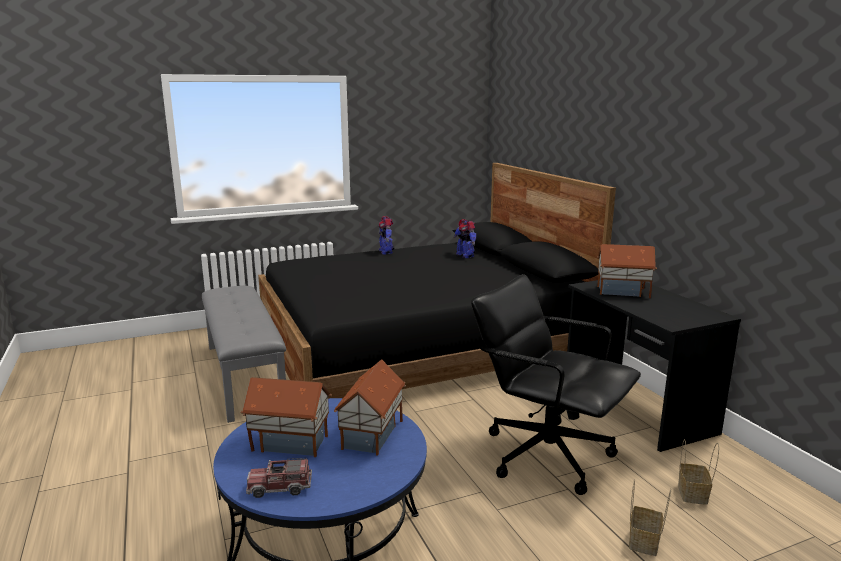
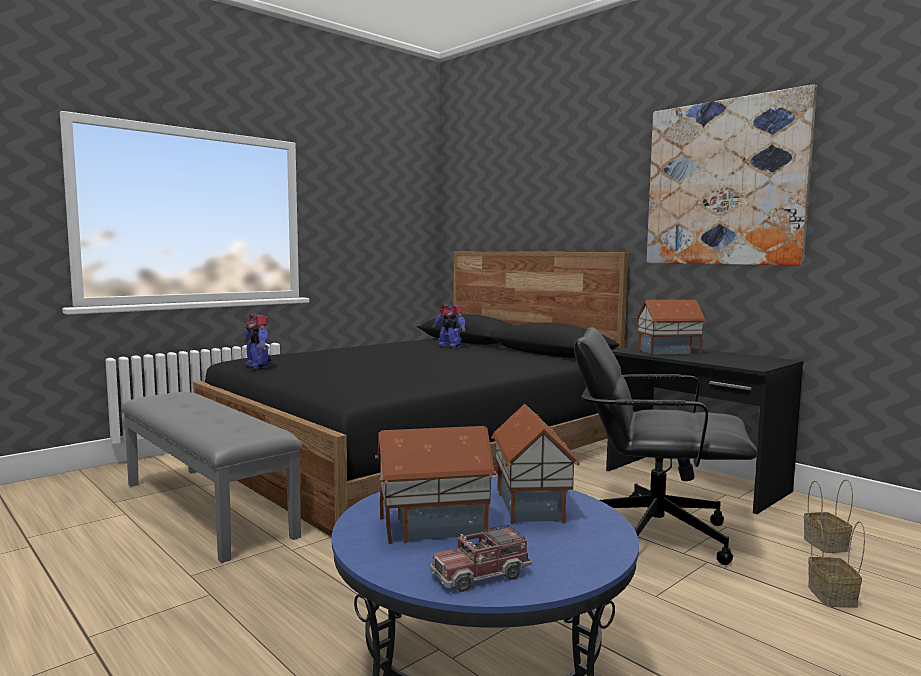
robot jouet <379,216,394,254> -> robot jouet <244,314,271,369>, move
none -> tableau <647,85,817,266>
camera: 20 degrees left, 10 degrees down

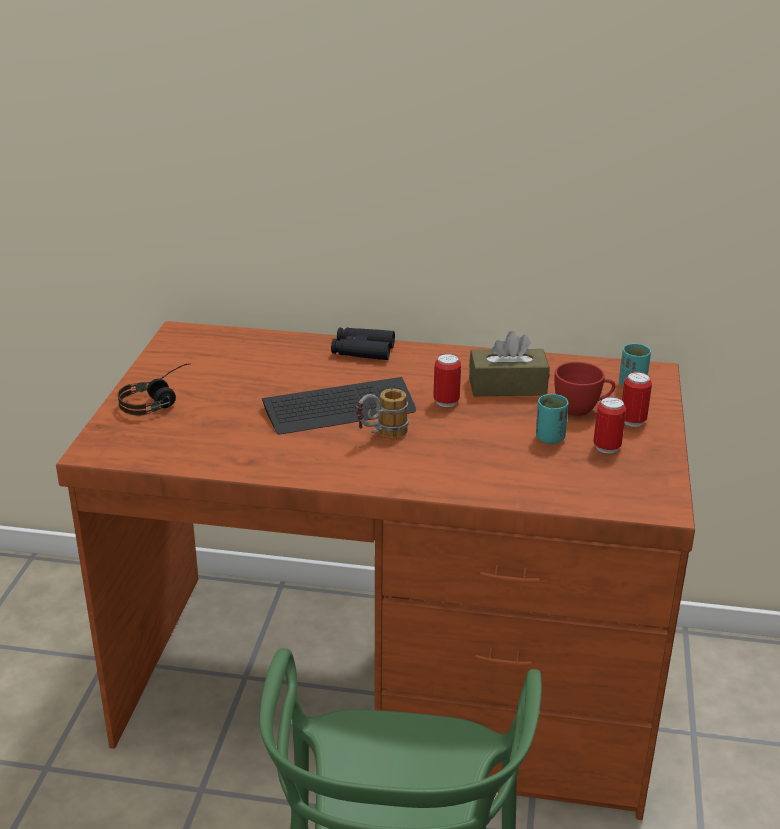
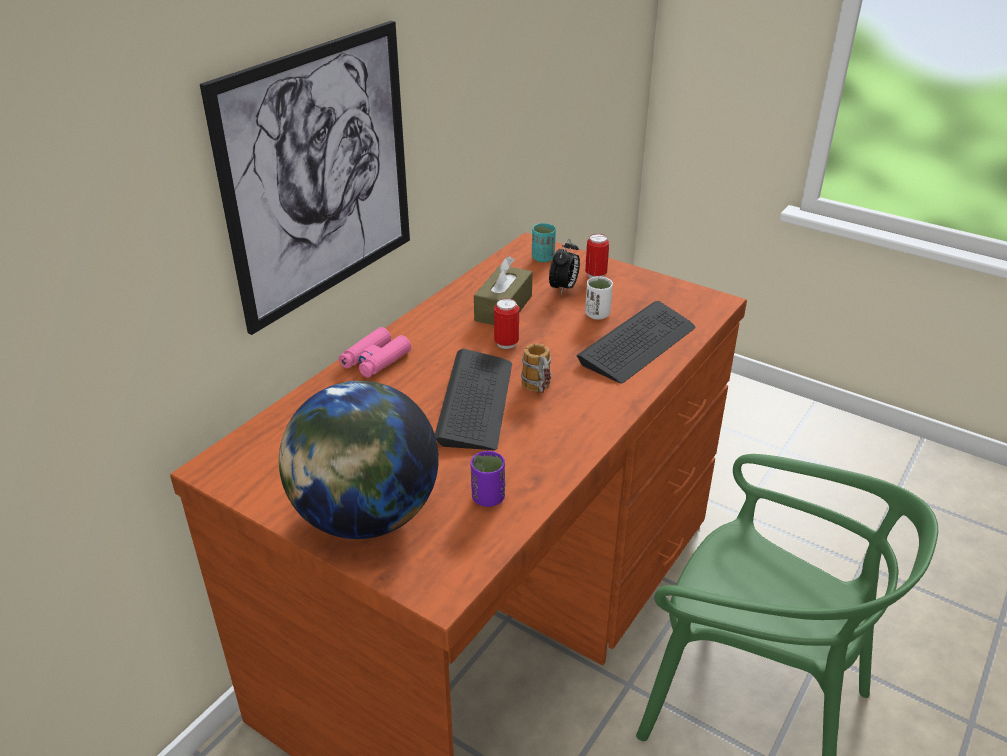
none -> tableau <200,21,410,335>
casque audio <117,363,191,416> -> globe <279,381,439,539>
jumelles/noir <331,328,395,360> -> jumelles/rose <339,327,411,378>
none -> tasse/violet <471,451,505,507>
tasse/rouge <555,362,616,416> -> réveil <549,238,580,294>
none -> clavier <576,301,695,383>
tasse/turquoise <536,394,569,444> -> tasse/blanc <585,277,613,320>
boîte métallique <593,397,626,454> -> none
camera: 65 degrees left, 5 degrees up

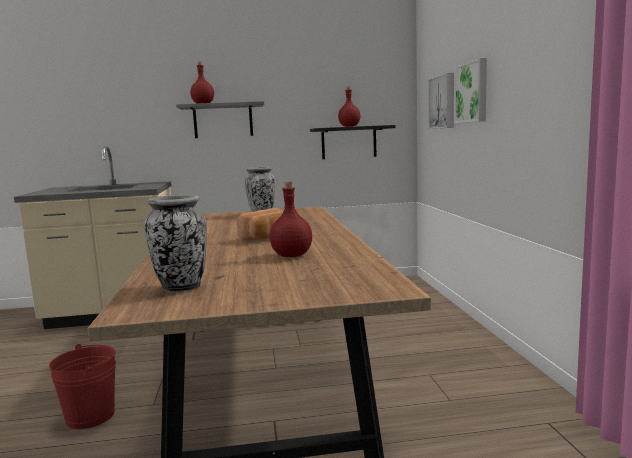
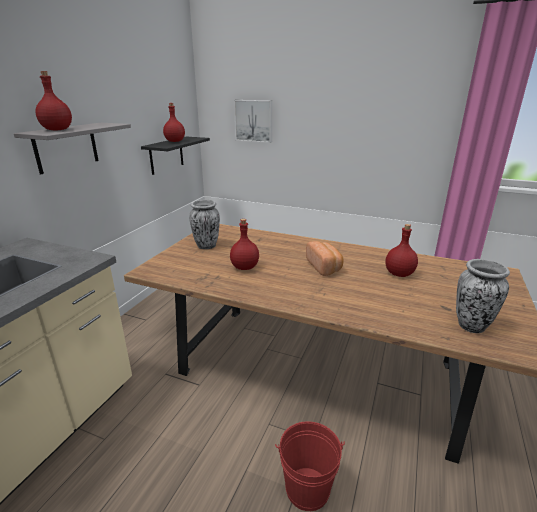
none -> bouteille/rouge <230,219,259,270>
tableau <454,58,487,123> -> none
camera: 60 degrees left, 15 degrees up

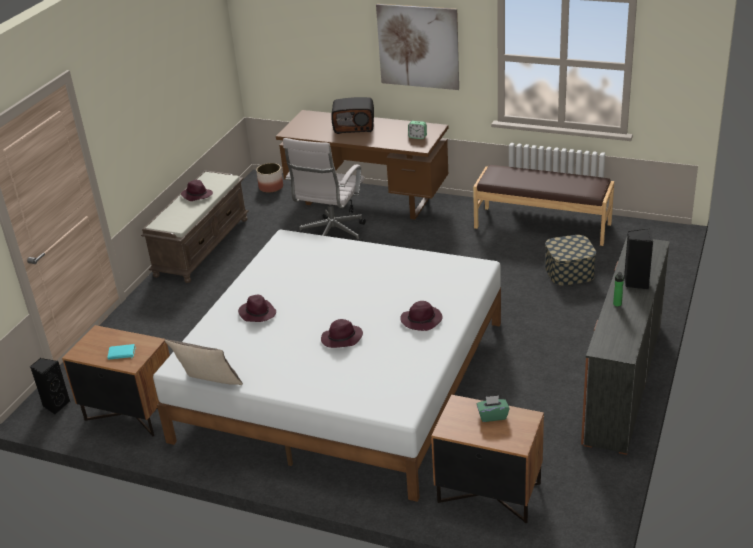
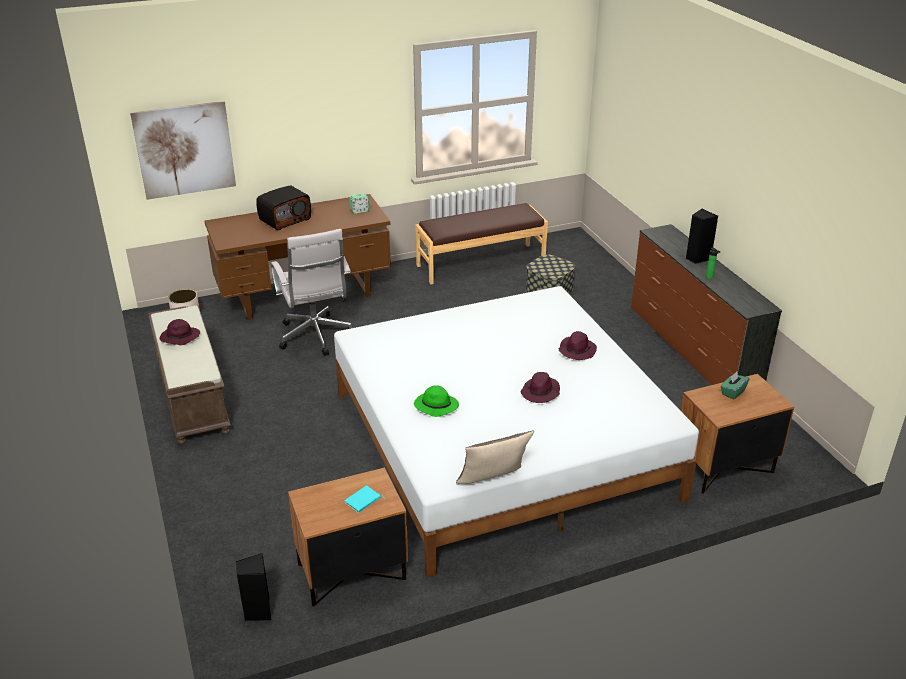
tableau <376,4,459,90> -> tableau <130,101,236,200>, move
chapeau/violet <238,295,276,322> -> chapeau/vert <414,385,459,417>
camera: 45 degrees left, 0 degrees up

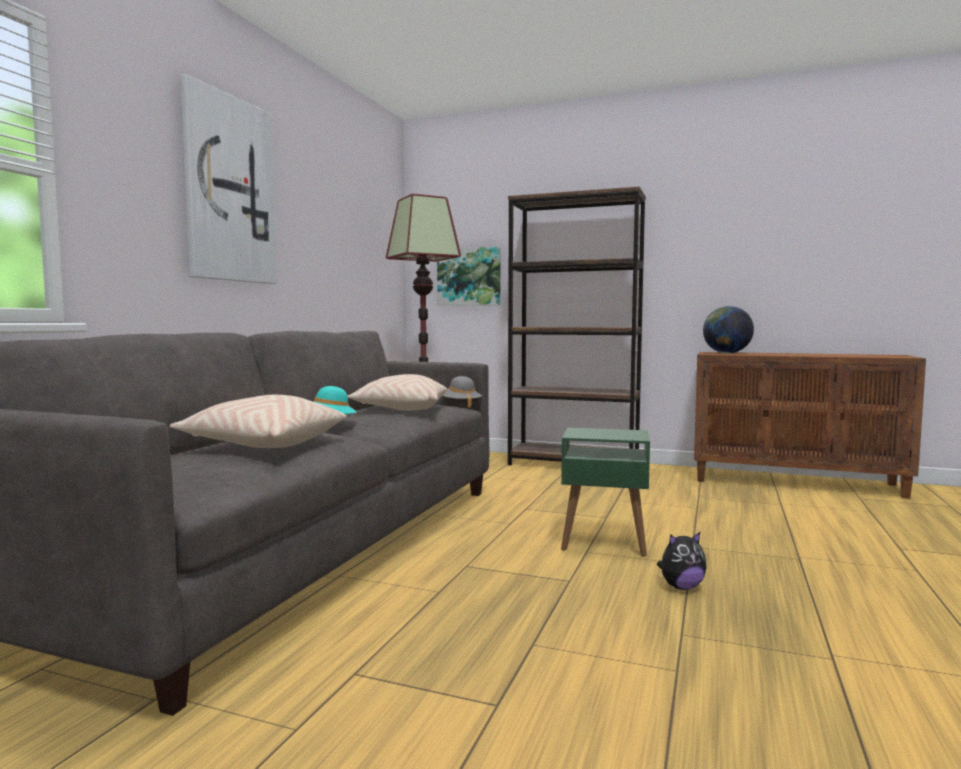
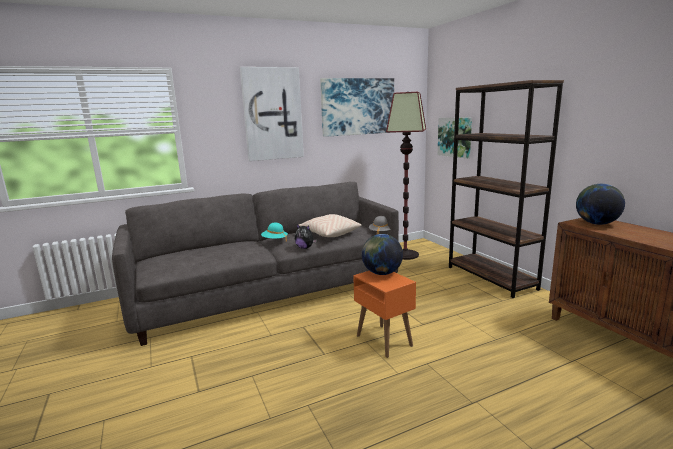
peluche <657,531,707,590> -> peluche <295,224,317,249>, move
none -> tableau <320,78,394,137>
table d'appoint/vert <561,428,650,557> -> table d'appoint/orange <353,271,416,358>
none -> globe <361,234,403,275>
coussin/beige <170,395,346,448> -> none
camera: 45 degrees right, 10 degrees up

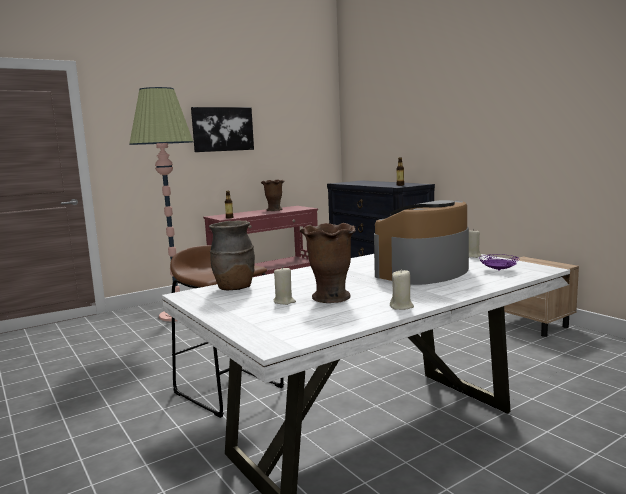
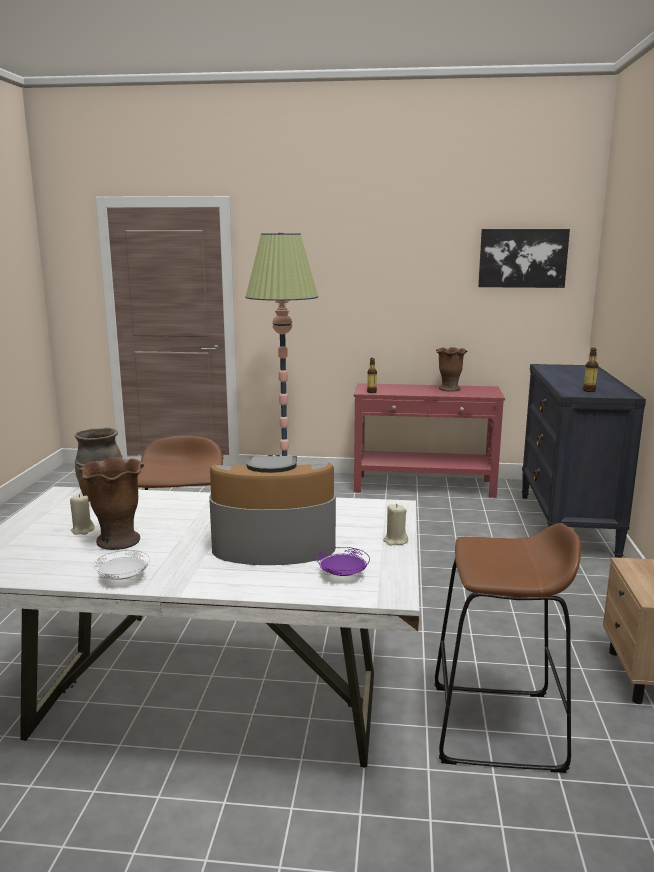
bougie/beige <390,269,414,310> -> assiette/blanc <93,550,150,580>
none -> tabouret/marron <434,523,581,773>
tableau <191,107,254,152> -> tableau <478,229,570,288>, move
camera: 40 degrees right, 5 degrees up

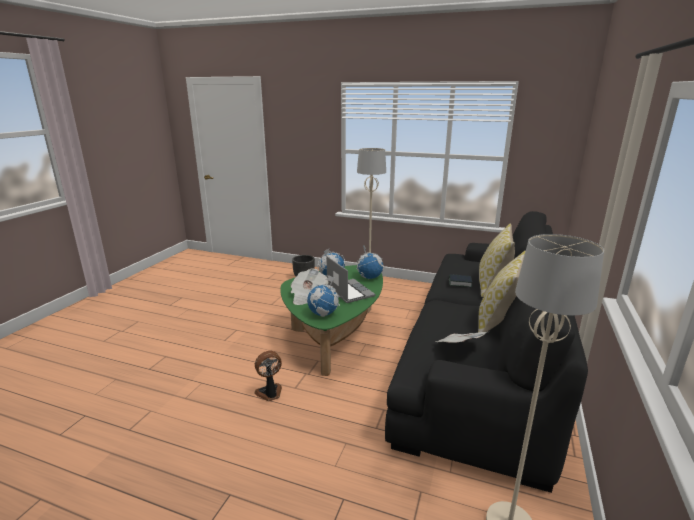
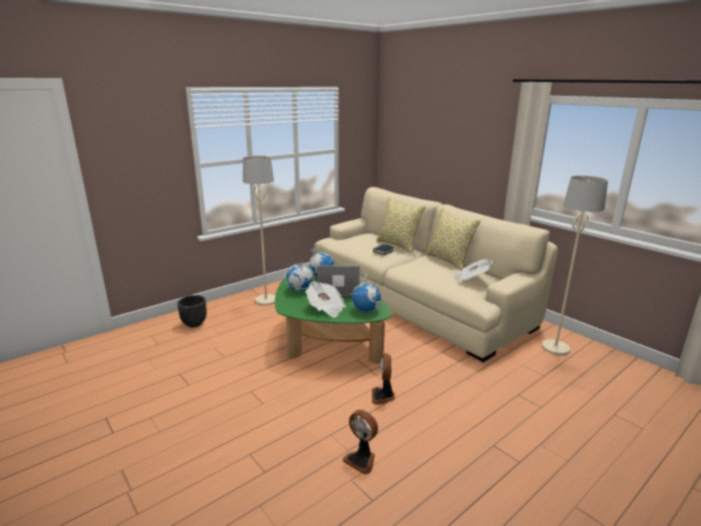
canapé/noir <385,211,588,493> -> canapé/beige <314,187,558,362>
none -> ventilateur <343,410,378,475>
camera: 60 degrees left, 0 degrees up

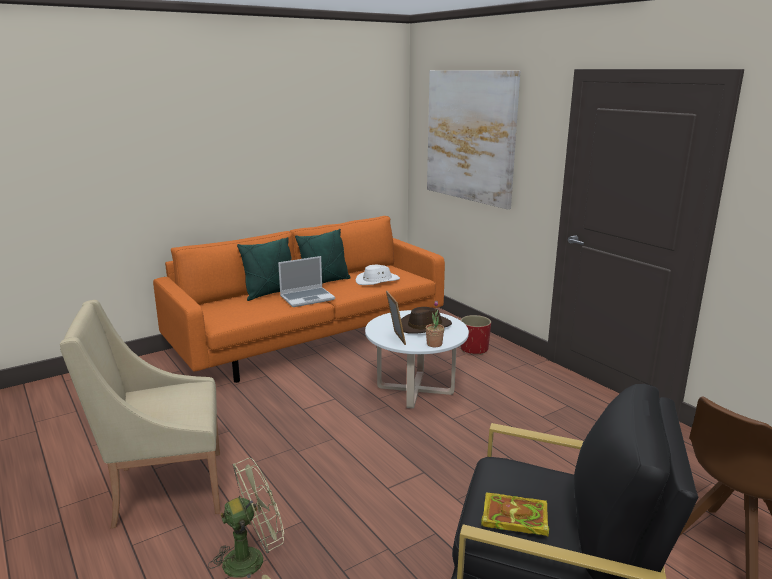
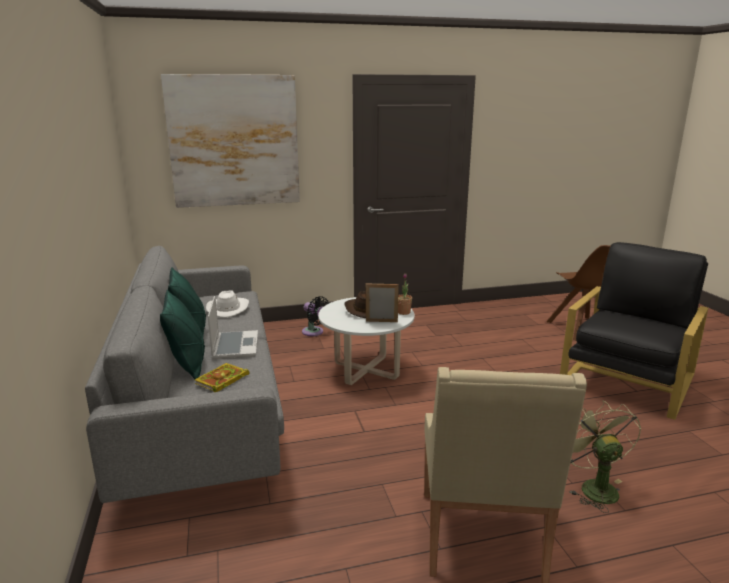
canapé/orange <153,216,445,383> -> canapé/gris <85,246,284,503>
livre <481,492,549,537> -> livre <195,363,249,392>, move
cache-pot/rouge <460,315,491,355> -> ventilateur/noir <302,296,329,336>
camera: 70 degrees left, 0 degrees up

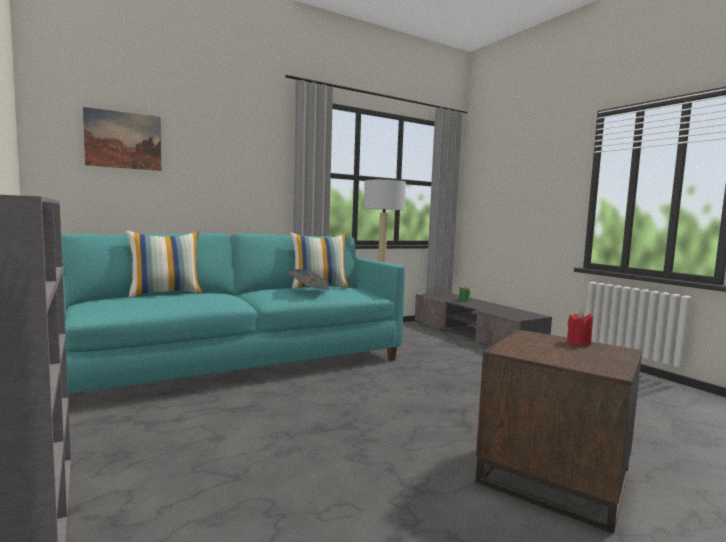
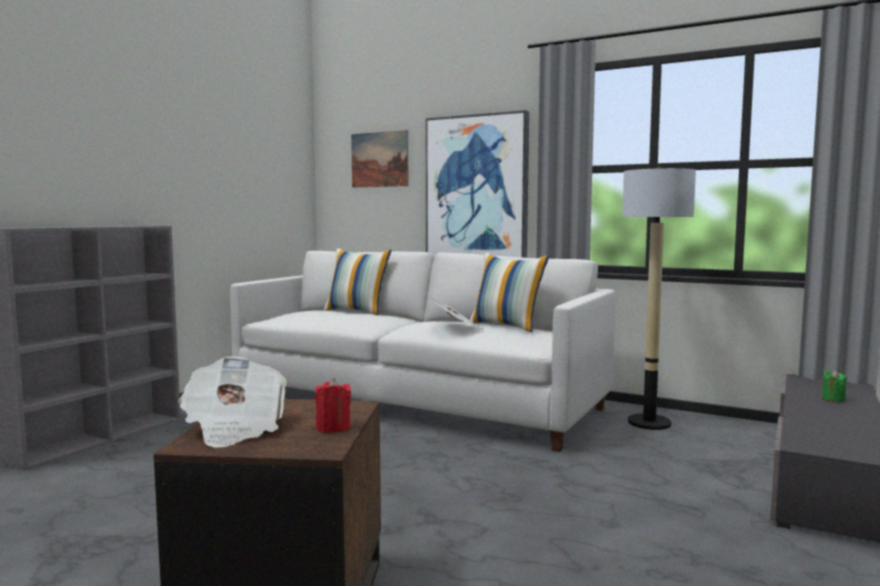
none -> journal <178,356,287,448>
canapé/turquoise <61,233,405,394> -> canapé/blanc <230,251,615,452>
none -> tableau <426,110,529,258>
camera: 60 degrees right, 0 degrees up

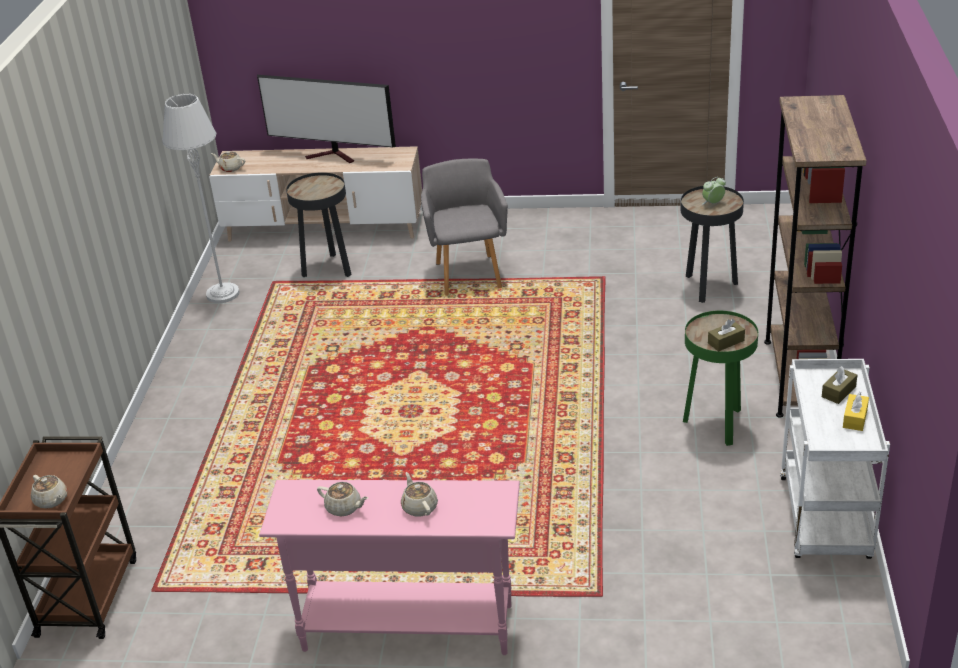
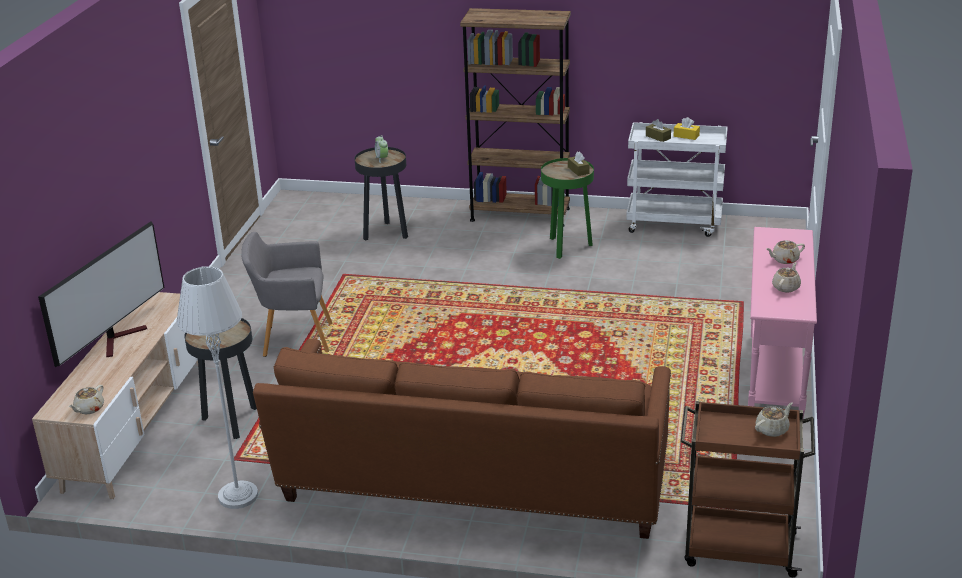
none -> canapé/marron <253,339,671,539>
camera: 85 degrees left, 5 degrees down

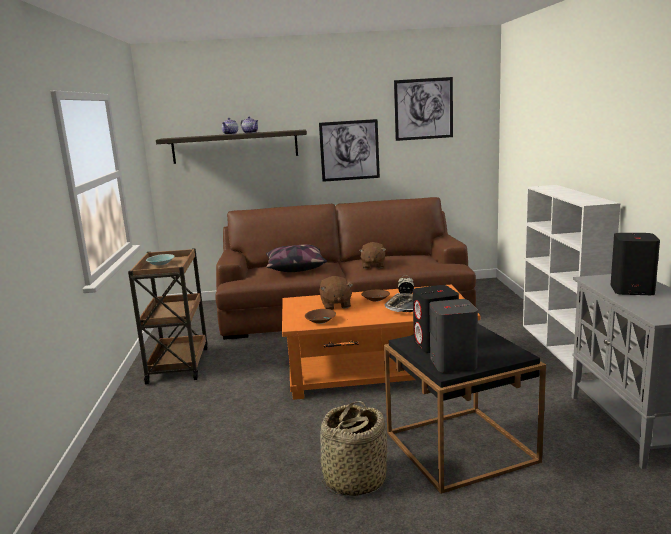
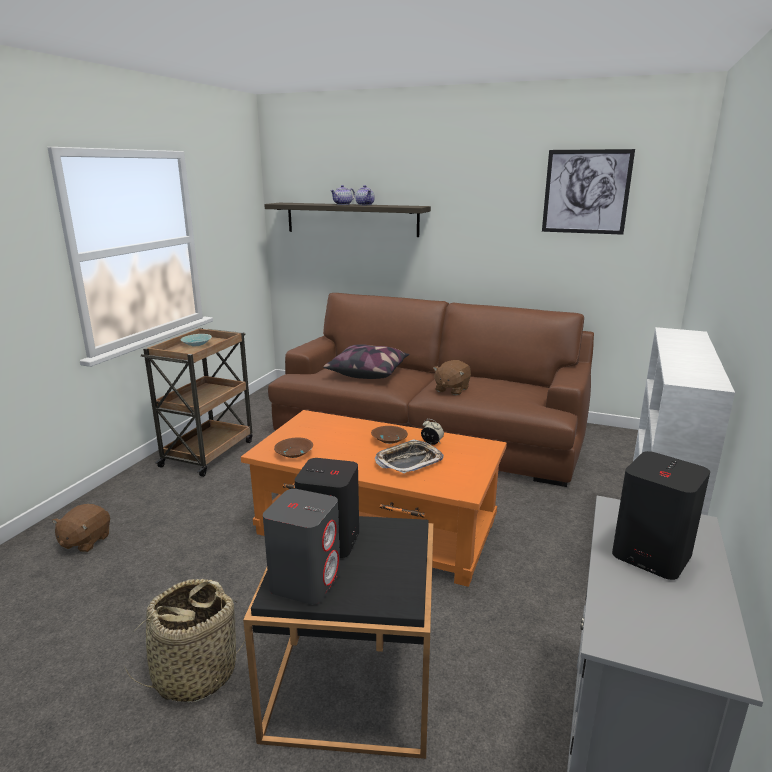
peluche/marron <319,276,353,310> -> peluche/marron <52,504,110,553>, move
tableau <319,119,380,182> -> none
camera: 25 degrees right, 5 degrees up

